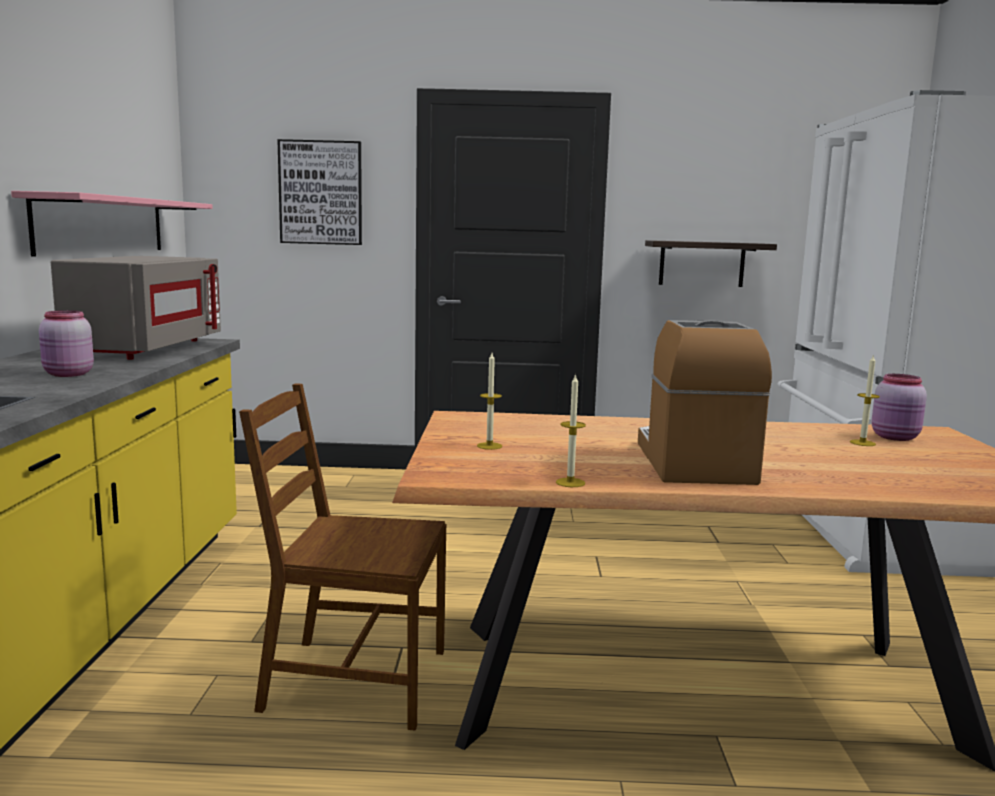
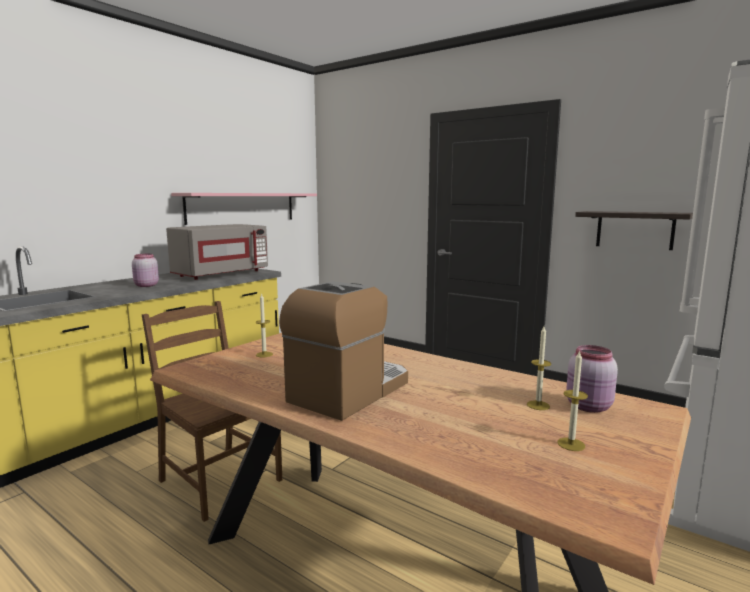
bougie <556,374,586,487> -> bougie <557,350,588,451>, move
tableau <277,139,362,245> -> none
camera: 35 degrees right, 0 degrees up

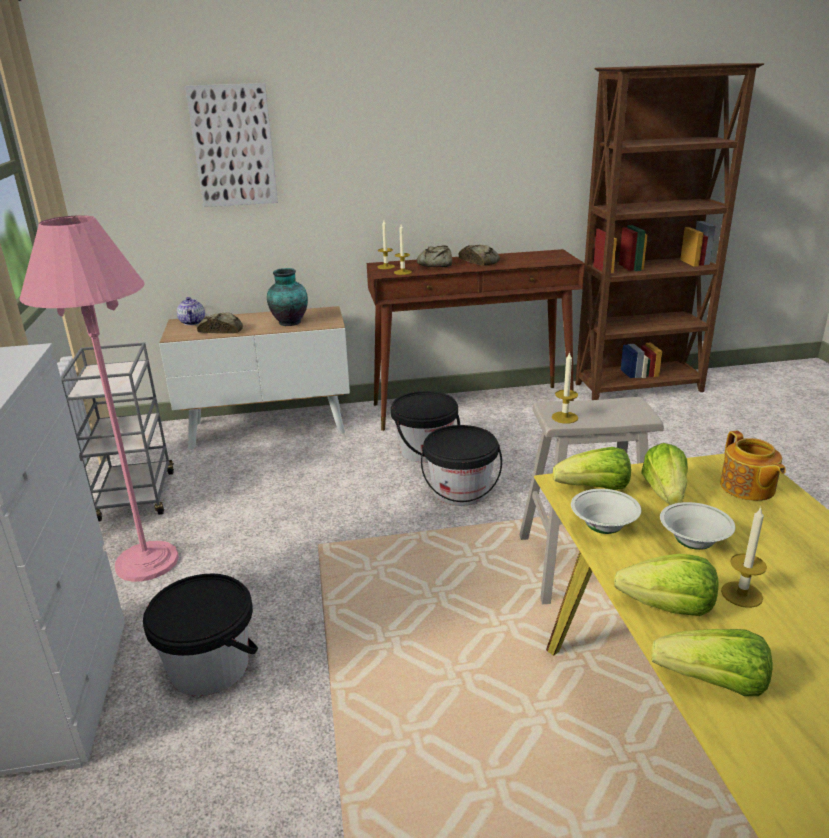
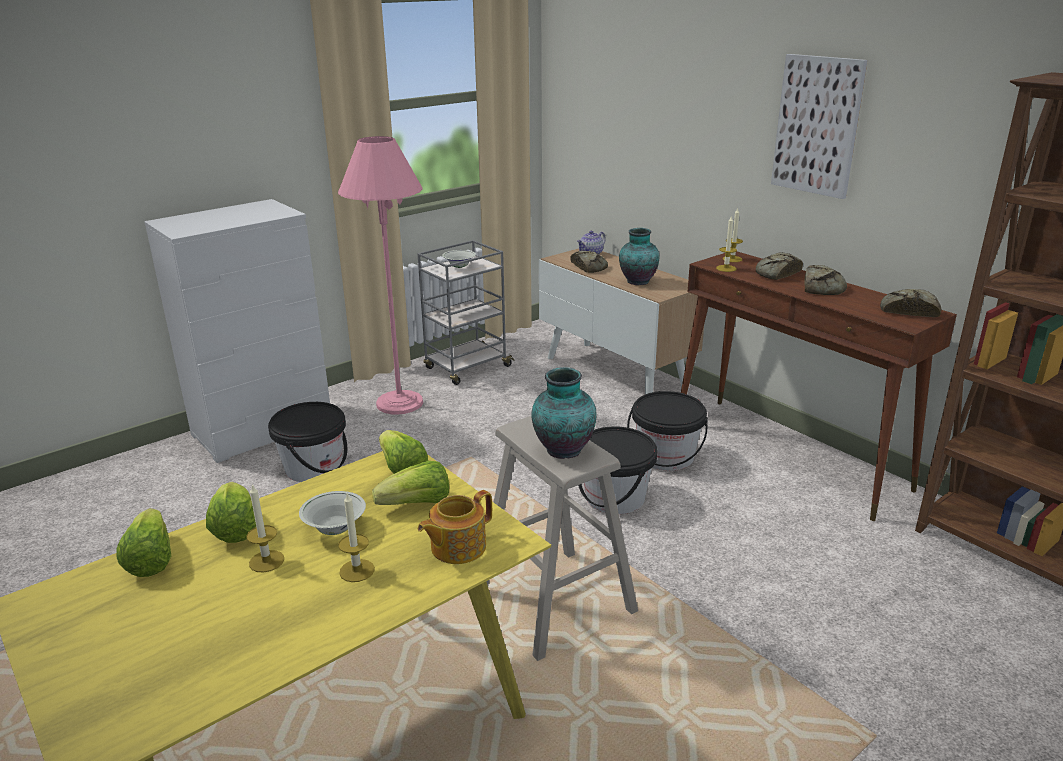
bougie <552,352,578,424> -> bougie <338,494,375,582>, move
bol/blanc <571,489,641,534> -> bol/blanc <442,250,476,268>, move
none -> vase <531,367,597,459>
tableau <185,83,278,207> -> tableau <771,54,868,199>, move
none -> pain <880,289,941,317>
camera: 60 degrees right, 0 degrees up

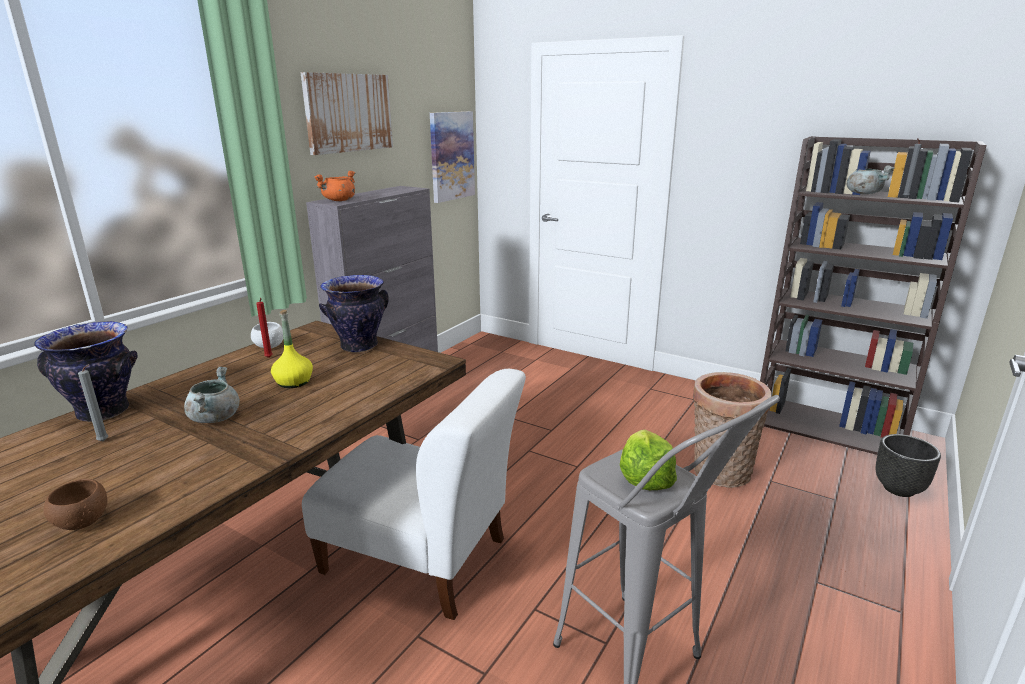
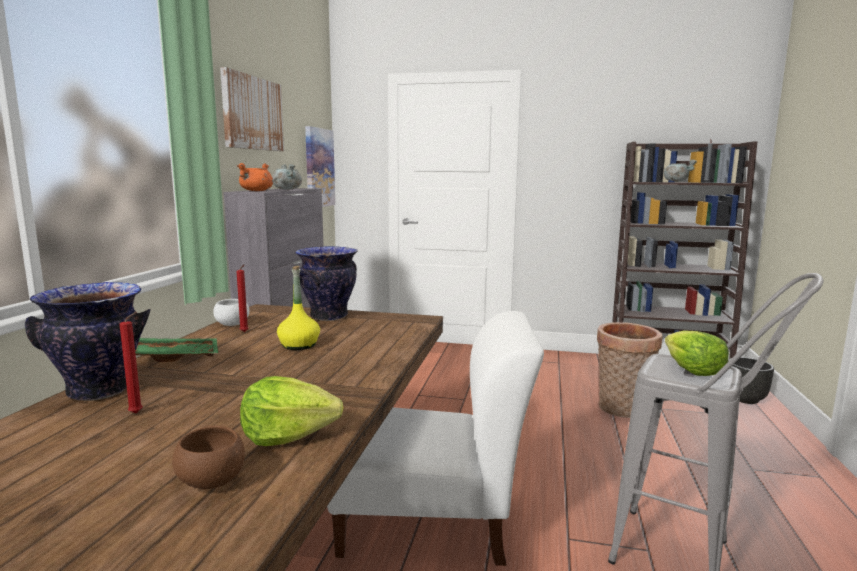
bougie/gris <78,364,108,441> -> bougie/rouge <120,312,143,414>
none -> plateau/vert <135,338,218,362>
none -> laitue <240,376,344,446>
marmite/gris <184,367,240,423> -> marmite/gris <272,164,302,189>, move
camera: 20 degrees left, 10 degrees down

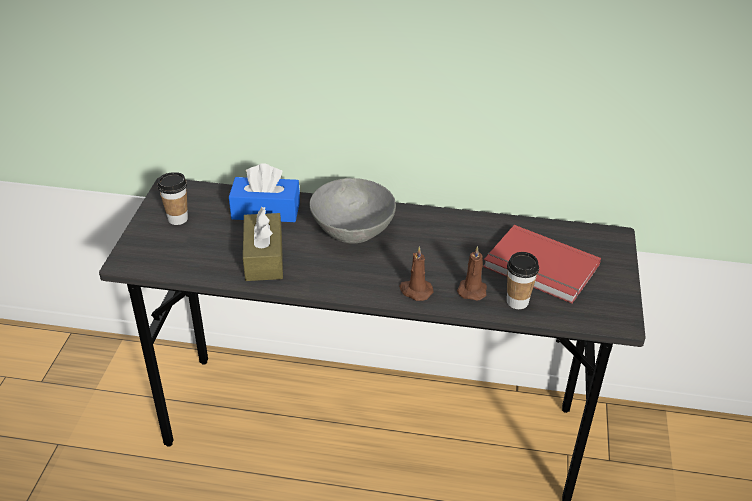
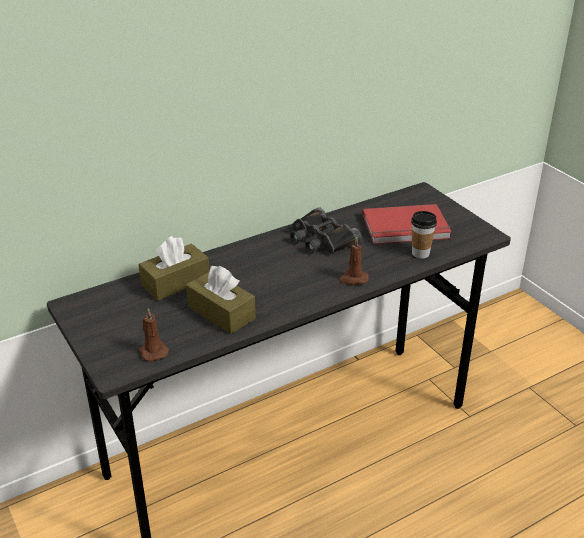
boîte à mouchoirs/bleu <229,163,300,222> -> boîte à mouchoirs/marron <139,236,210,301>
bougie/marron <457,246,487,300> -> bougie/marron <139,308,169,362>, move
none -> jumelles/noir <290,207,362,254>
tasse <157,172,188,225> -> none
bol/gris <310,178,396,243> -> none
camera: 40 degrees left, 5 degrees down

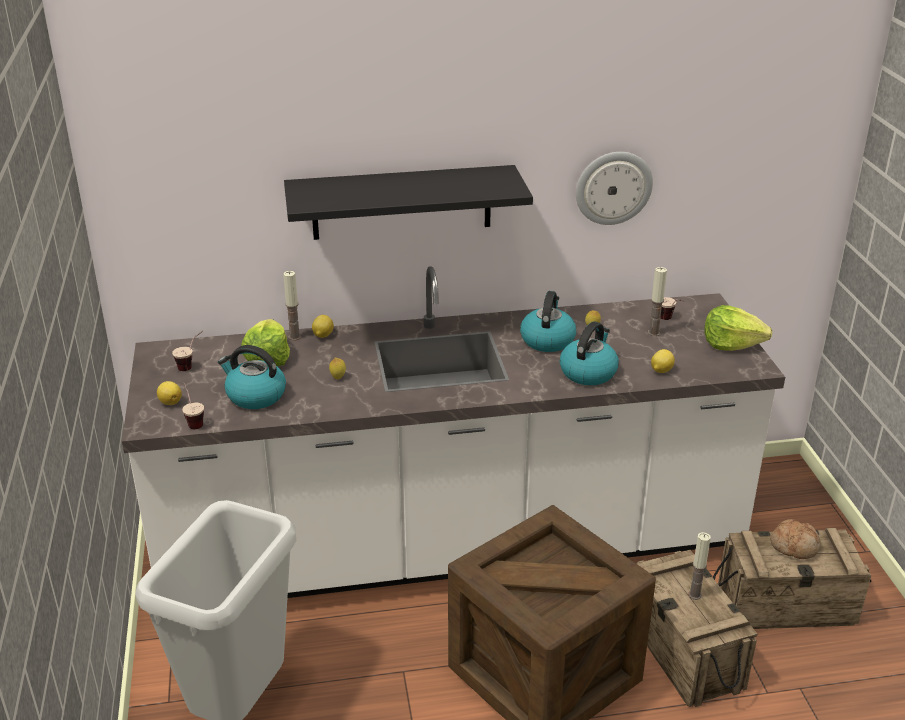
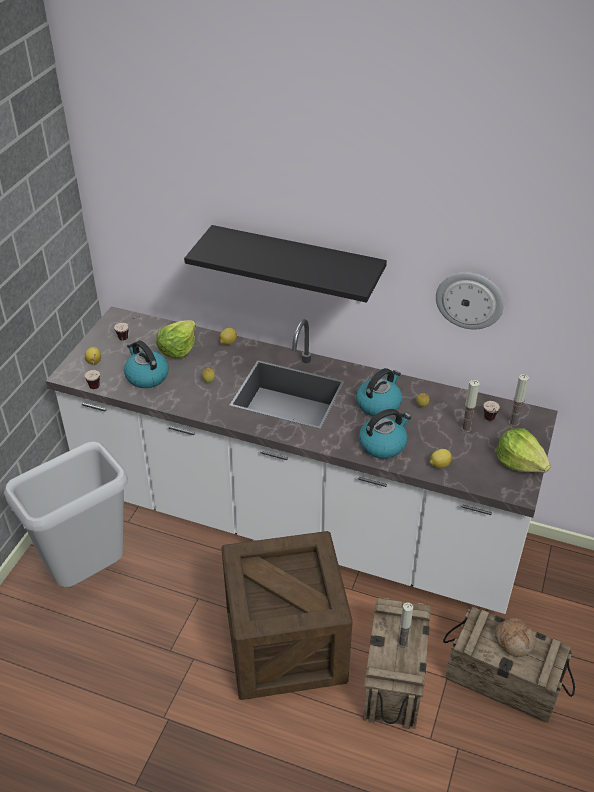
bougie <283,271,301,341> -> bougie <508,374,529,427>, move
camera: 30 degrees right, 10 degrees up

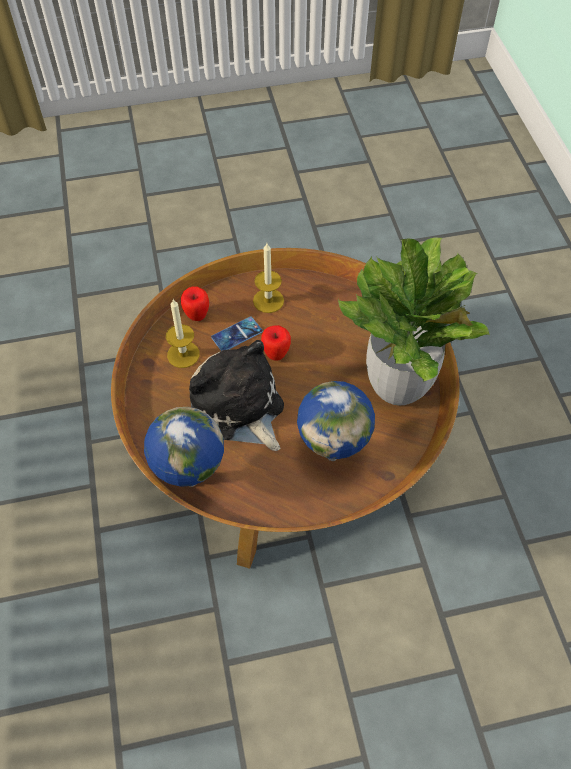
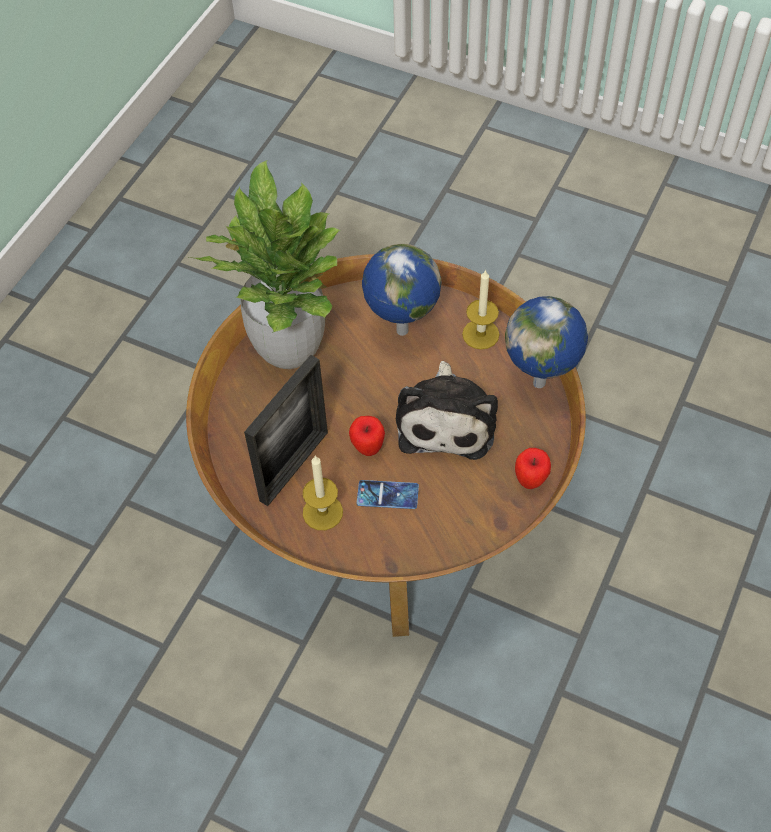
none -> cadre photo <244,355,328,506>
bougie <166,299,200,368> -> bougie <462,270,500,349>, move
pomme <181,286,209,321> -> pomme <515,448,551,489>, move
camera: 140 degrees left, 0 degrees up

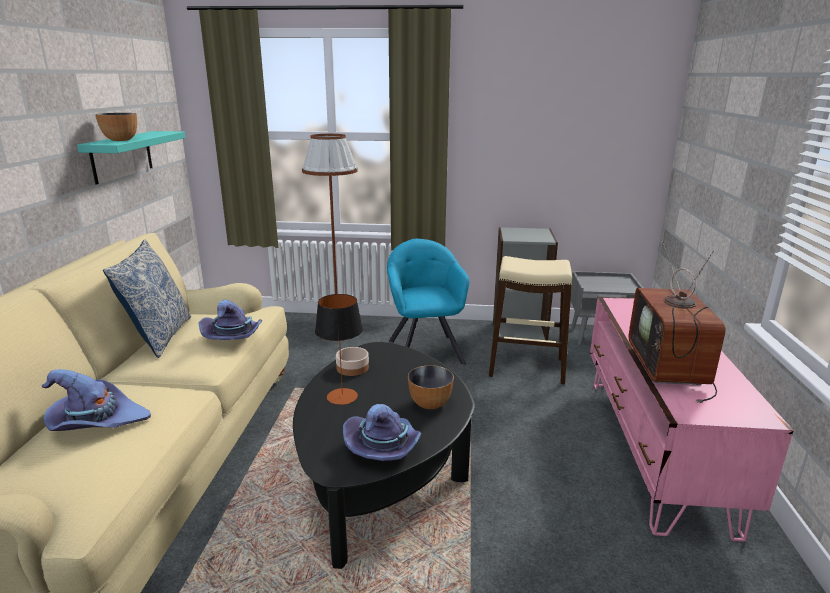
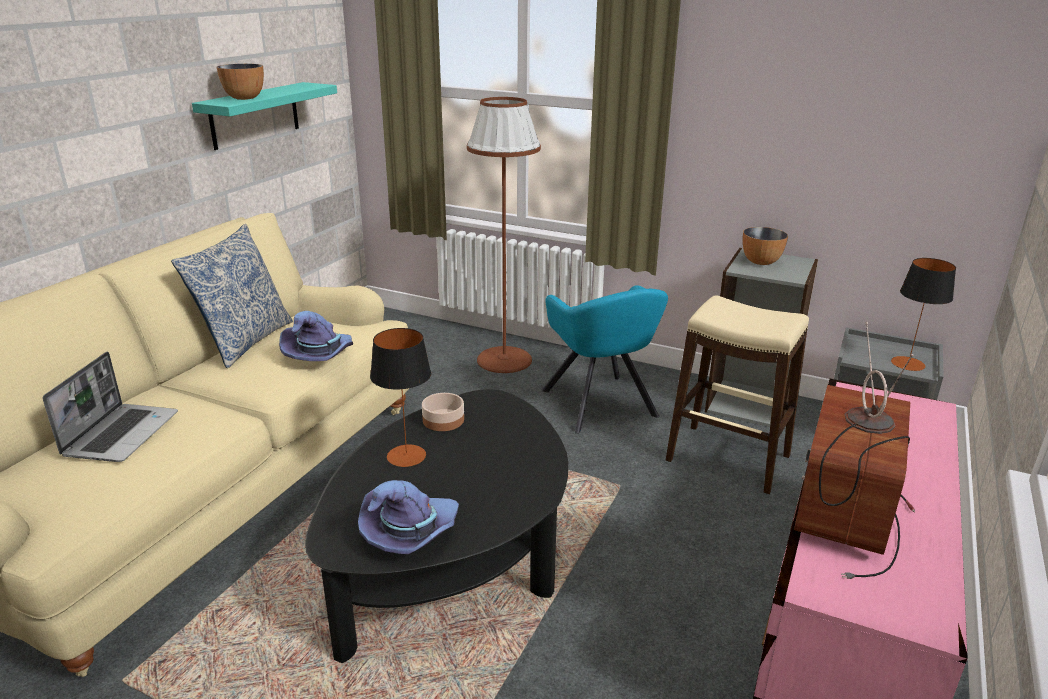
chapeau/violet <42,369,151,431> -> ordinateur portable <43,352,178,462>
fauteuil/turquoise <387,239,469,365> -> fauteuil/turquoise <542,285,668,434>, 150 degrees clockwise
bol <408,365,454,409> -> bol <743,227,788,265>, move
none -> lampe de table <891,258,956,371>
camera: 20 degrees right, 5 degrees up

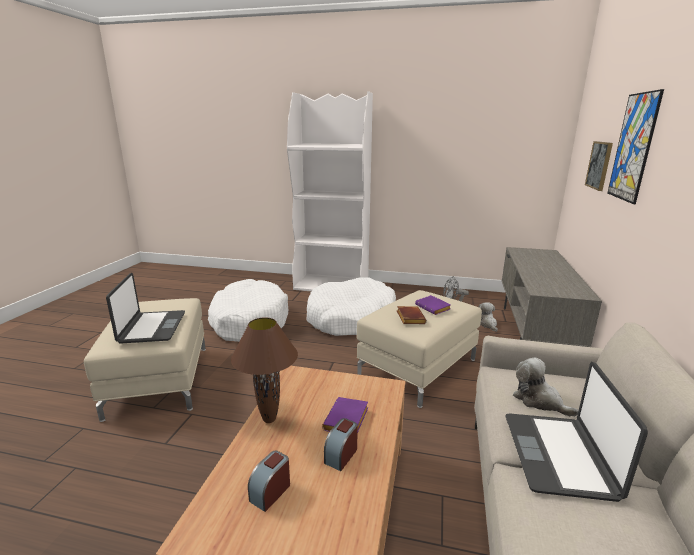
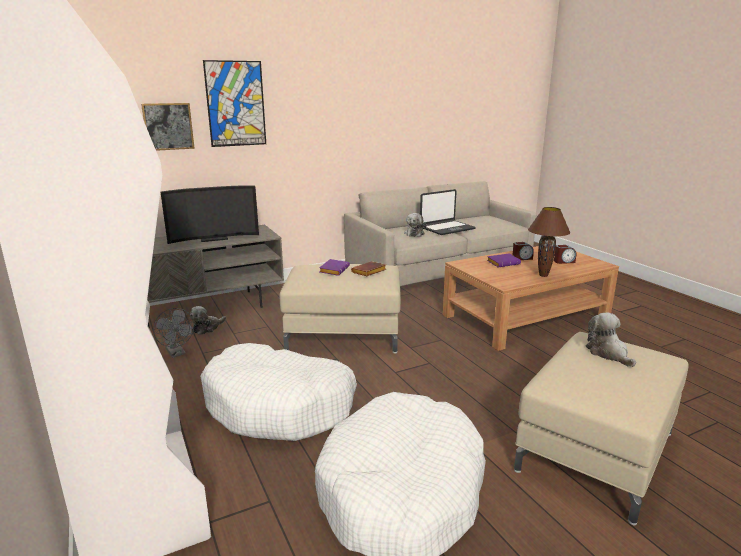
none -> téléviseur <160,185,259,244>
ordinateur portable <106,273,185,344> -> peluche <586,313,636,367>
camera: 130 degrees left, 0 degrees up

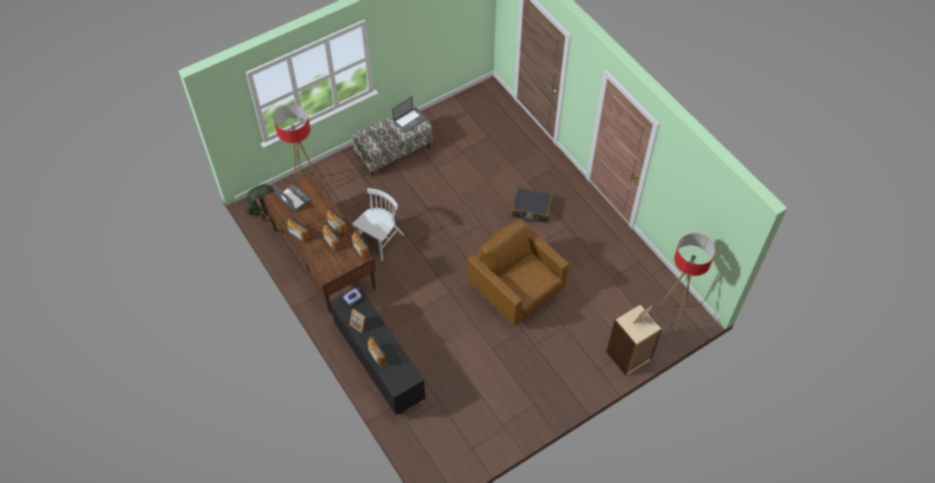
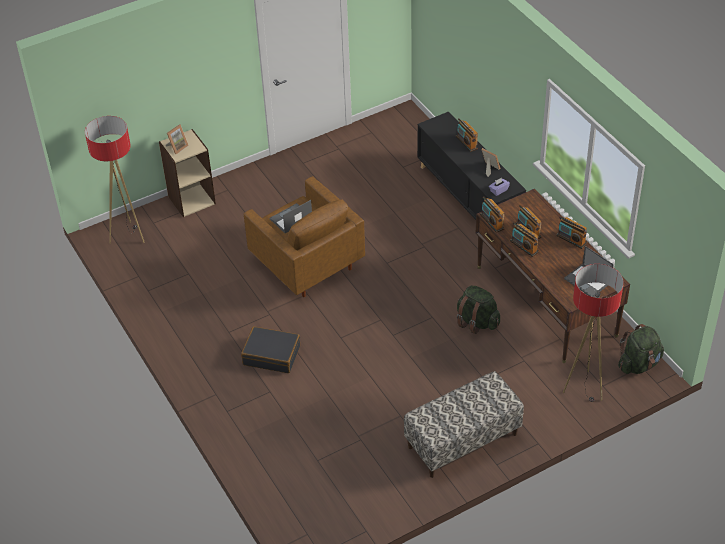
ordinateur portable <392,96,426,133> -> ordinateur portable <269,200,312,233>, move
chaise/blanc <352,188,404,261> -> sac à dos/vert <457,285,500,334>
camera: 175 degrees left, 10 degrees down

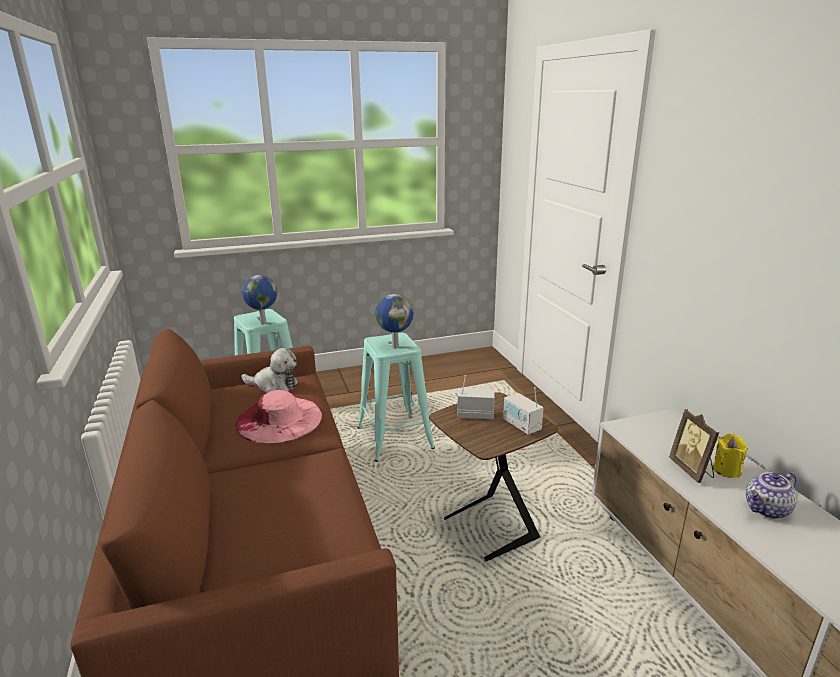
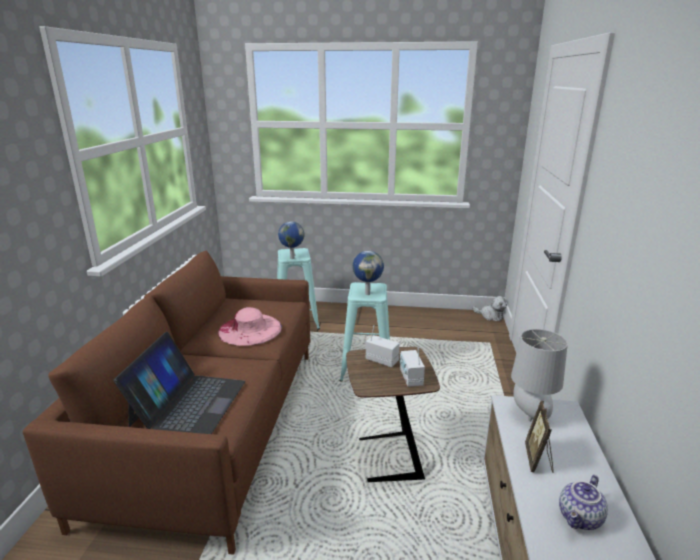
none -> ordinateur portable <113,332,245,434>
peluche <241,348,298,393> -> peluche <472,296,507,321>, move
none -> lampe de table/gris <511,329,568,421>
théière <746,472,797,519> -> théière <559,475,608,530>, 45 degrees counterclockwise
bougie/jaune <713,434,747,478> -> none
camera: 25 degrees right, 0 degrees up

